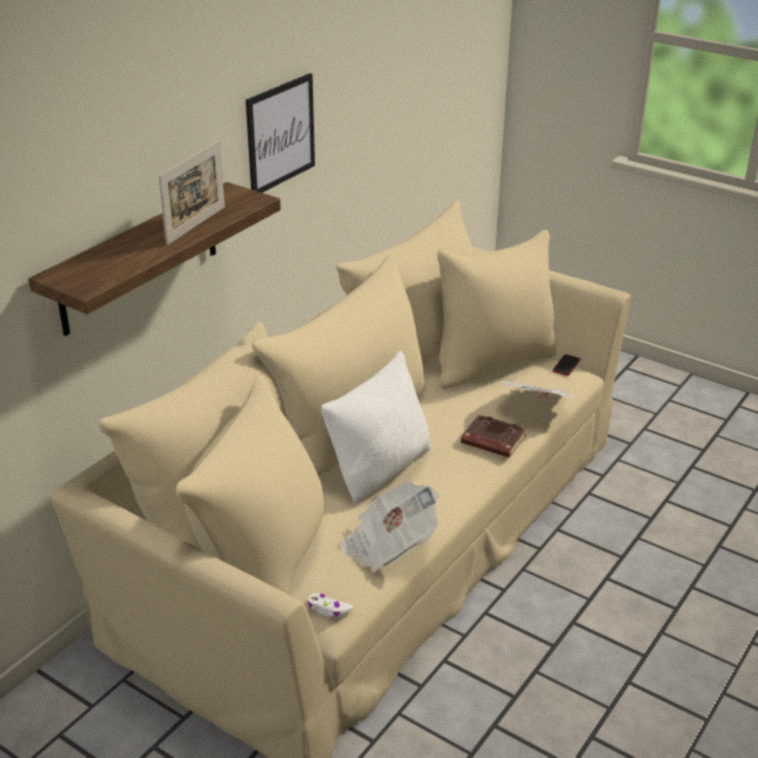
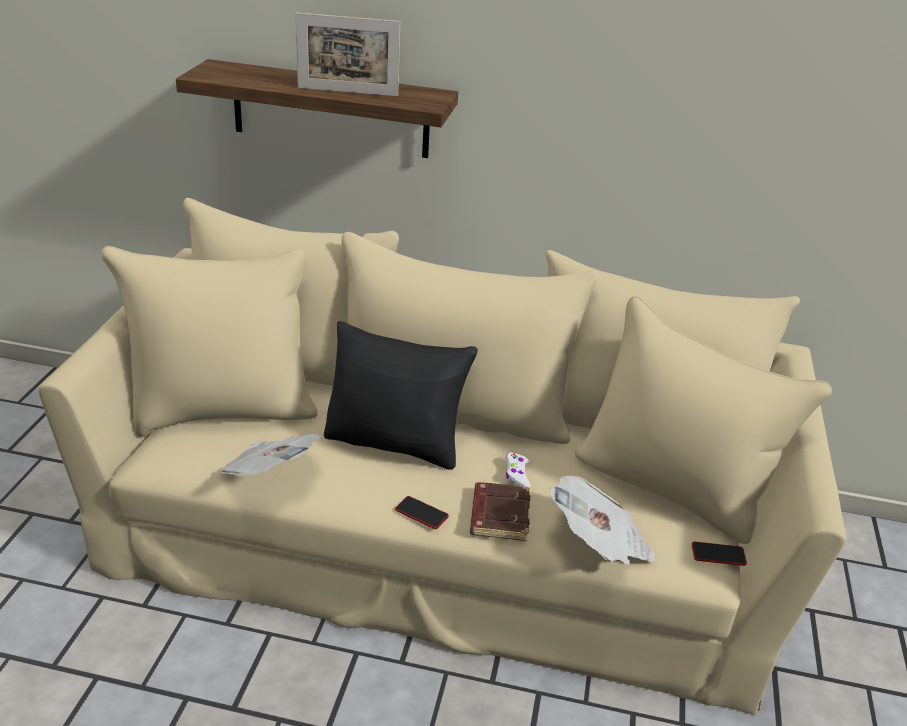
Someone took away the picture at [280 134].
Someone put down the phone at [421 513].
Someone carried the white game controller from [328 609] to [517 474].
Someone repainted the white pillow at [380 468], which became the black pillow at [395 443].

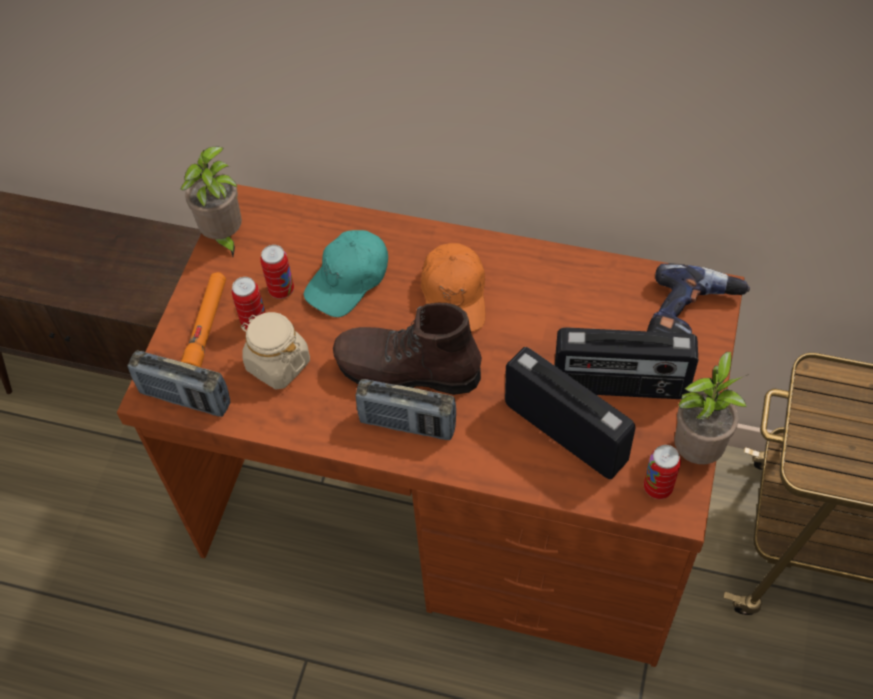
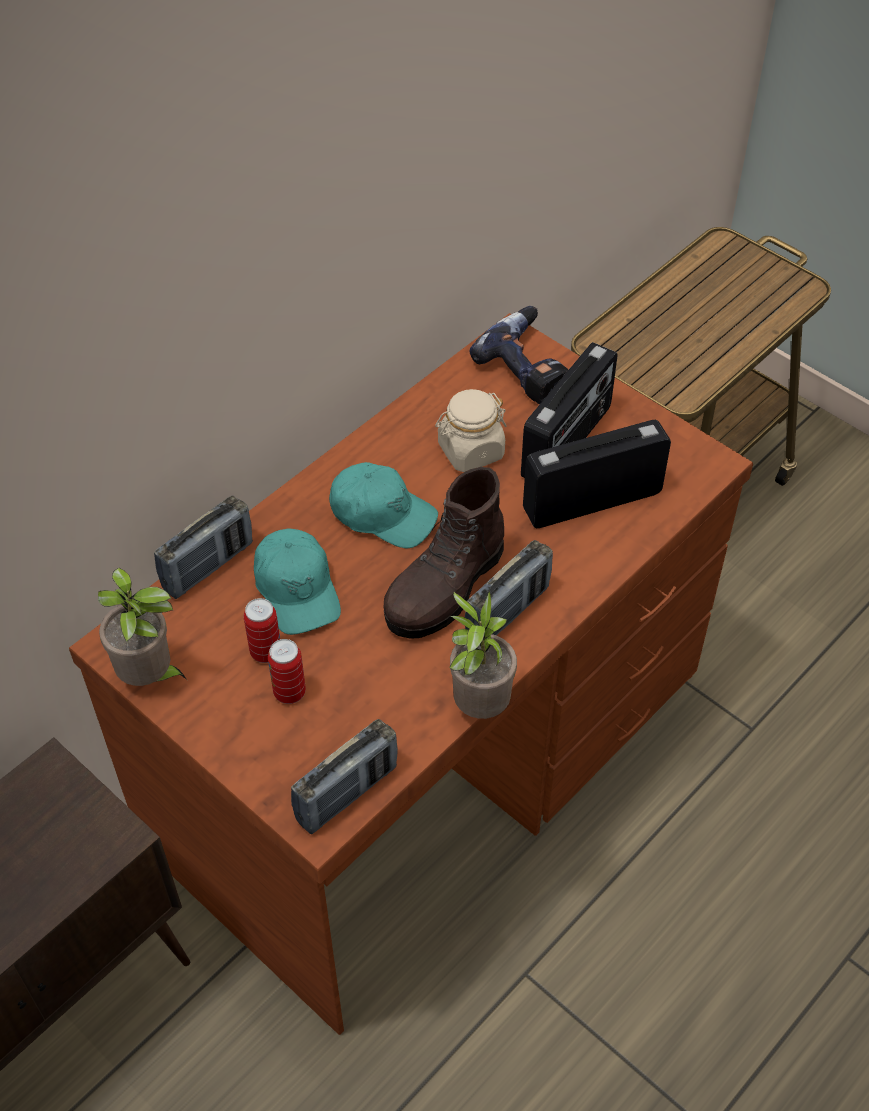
Someone took away the orange flashlight at [206 325].
Someone took away the can at [658 487].
Someone put down the radio at [208 566].
Someone carried the beige jar from [278 364] to [470 451].
Someone carried the potted plant from [698 449] to [478 705].
Someone repainted the orange cap at [454 296], which became the turquoise cap at [382 514].

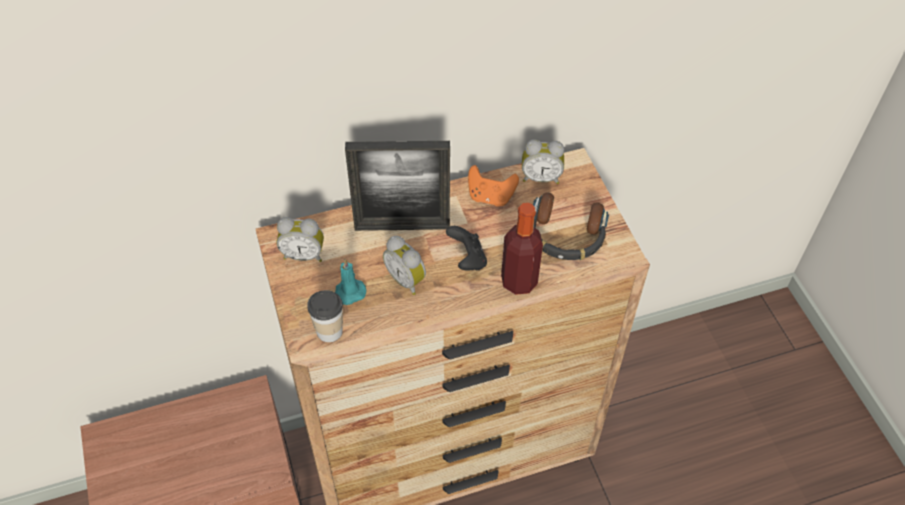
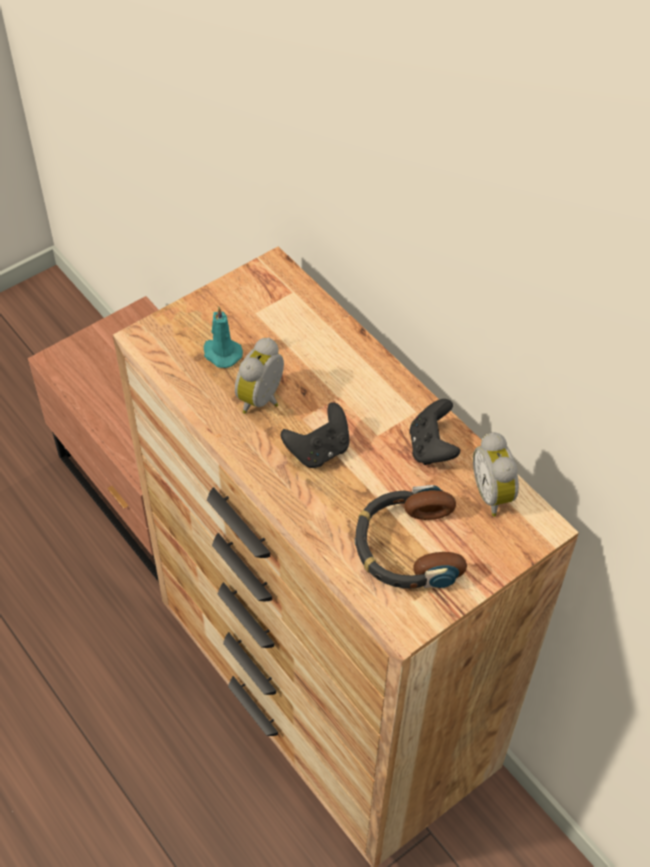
Someone took away the alarm clock at [304 254].
Someone took away the cup at [329 331].
Someone took away the picture frame at [402 226].
Someone took away the bottle at [519 281].
Someone repainted the orange game controller at [490 197], which became the black game controller at [431 447].

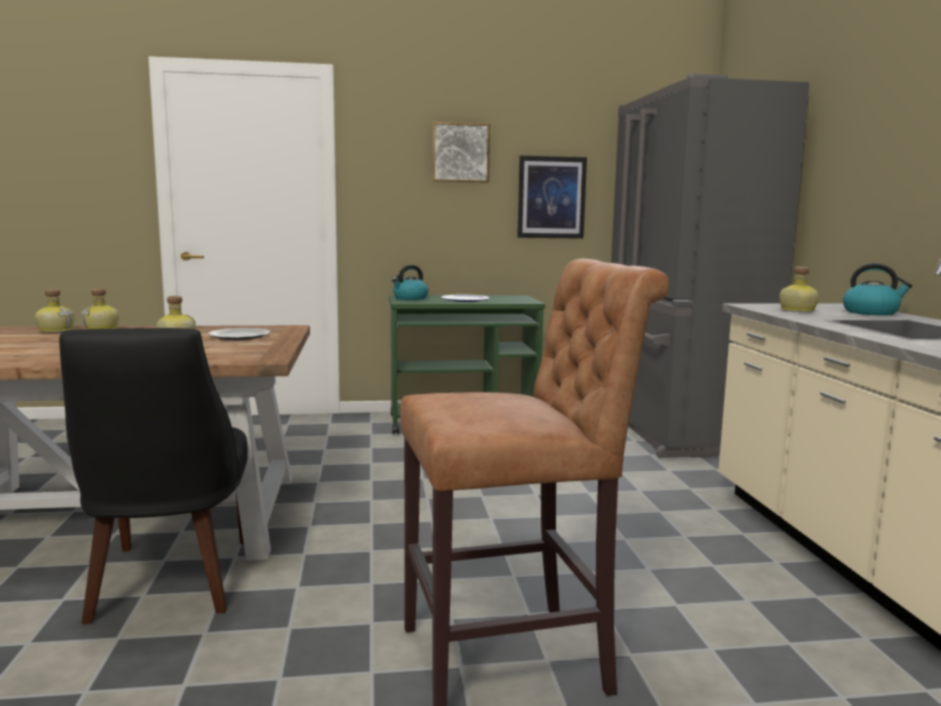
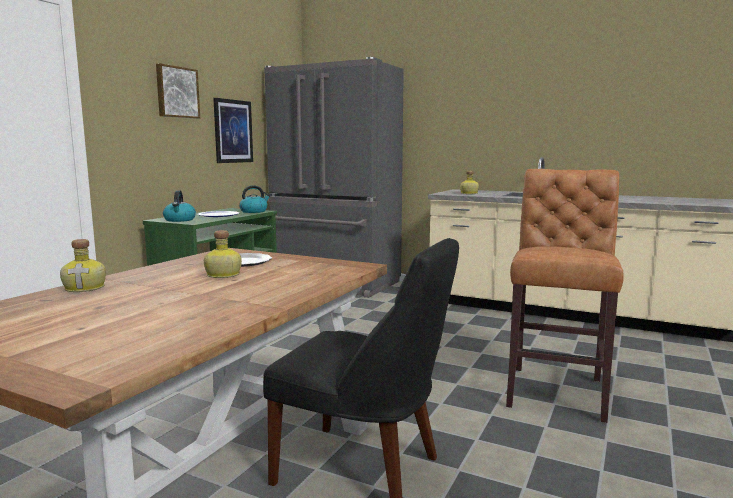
Someone took away the bottle at [56 330].
Someone carried the kettle from [871 312] to [254 211].

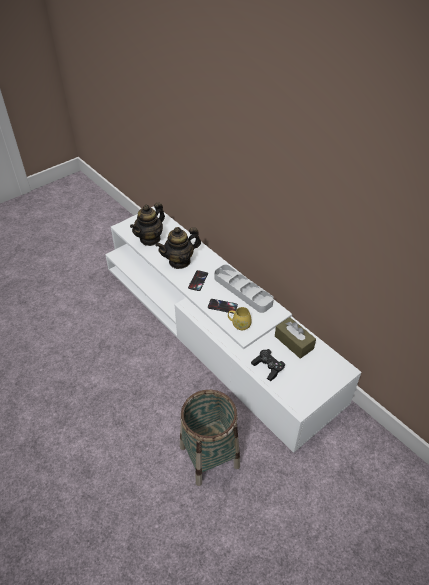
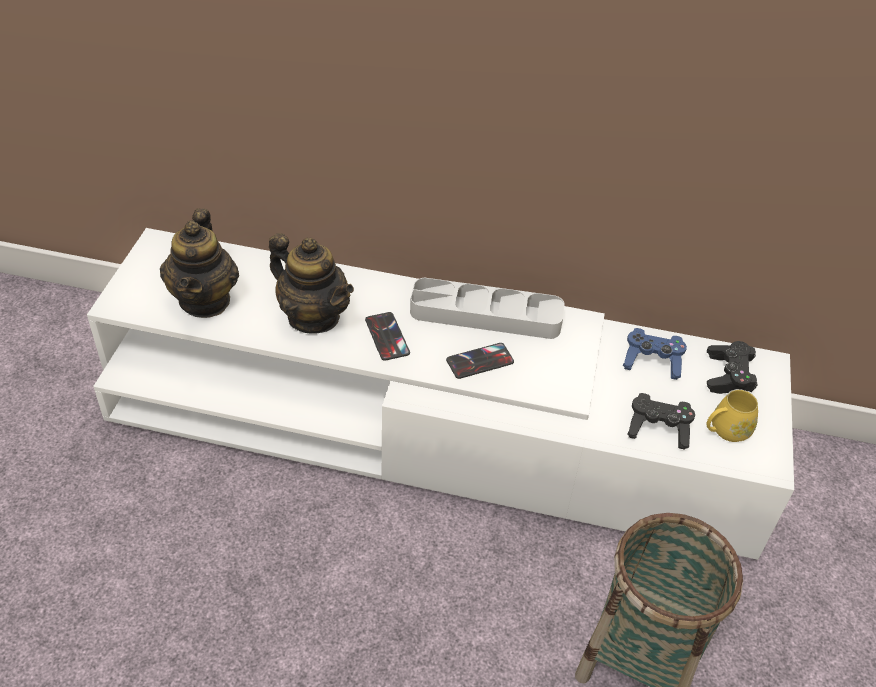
Someone put down the black game controller at [728 376].
Someone carried the yellow mug from [239 324] to [725 431].
Someone swapped the brown tissue box at [294 342] for the blue game controller at [652 361].
Someone rotated the teapot at [179 261] by 75 degrees counterclockwise.

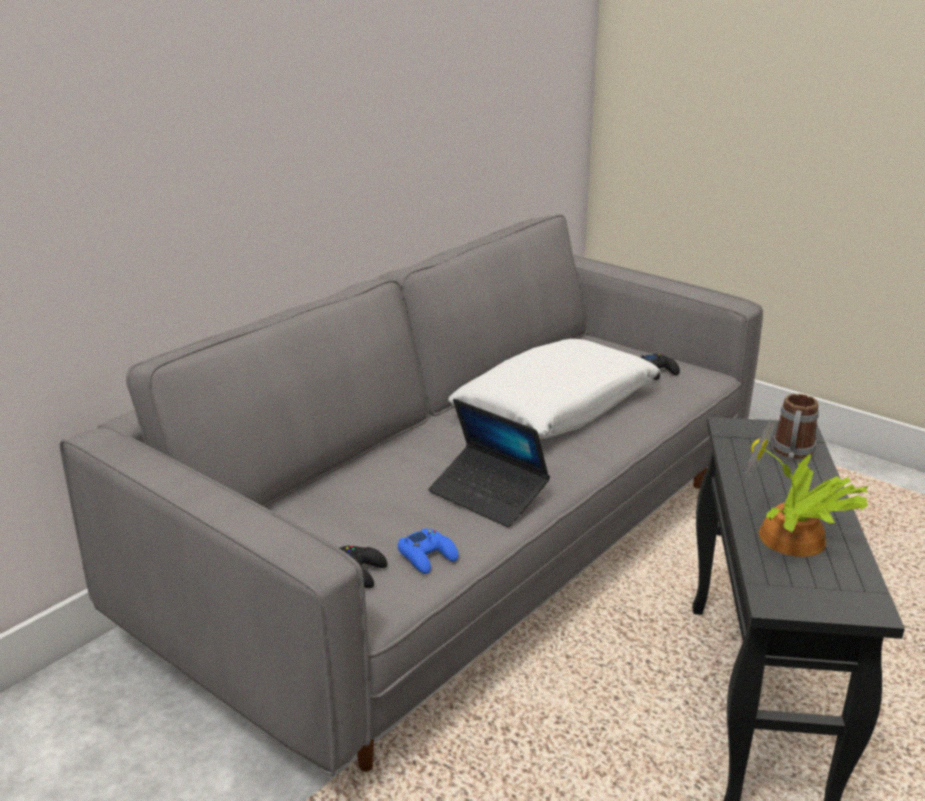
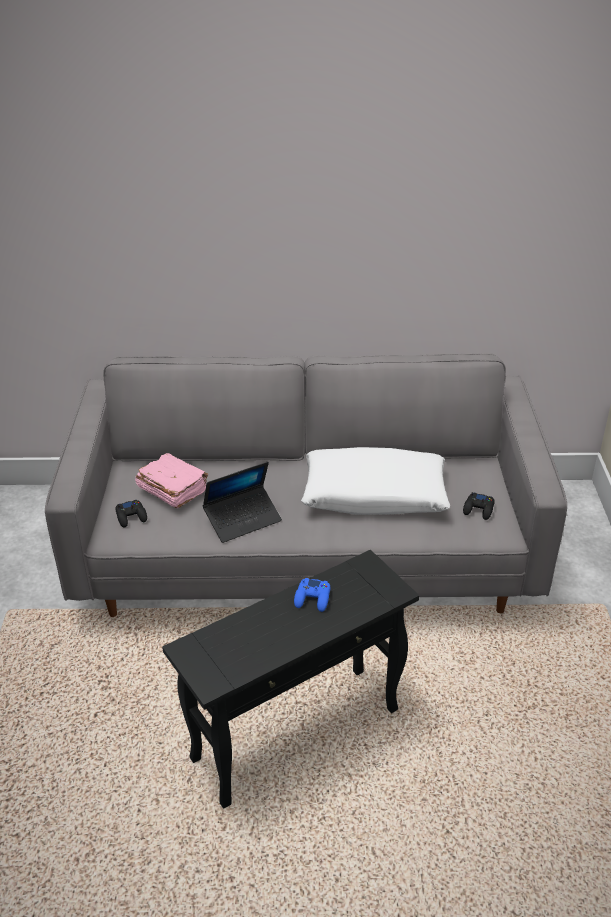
Someone took away the potted plant at [794 540].
Someone took away the mug at [792 453].
Someone put down the pink book at [172 490].
Someone carried the blue game controller from [428 556] to [313 598].
Someone rotated the laptop at [488 495] by 120 degrees counterclockwise.

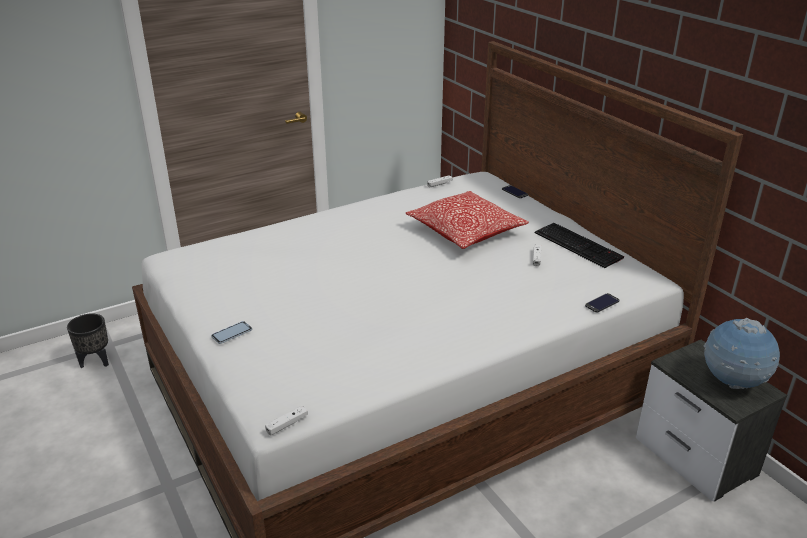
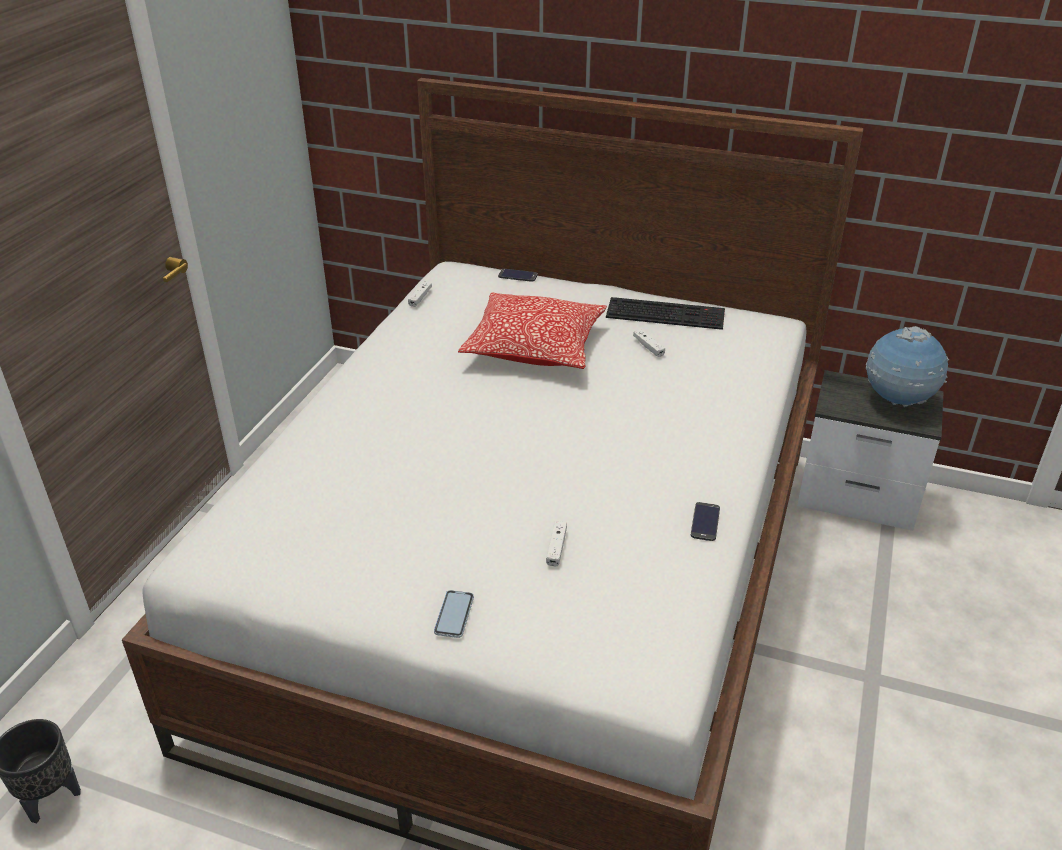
Someone carried the white game controller from [287 424] to [556 548].
Someone carried the phone from [602 303] to [705 522].

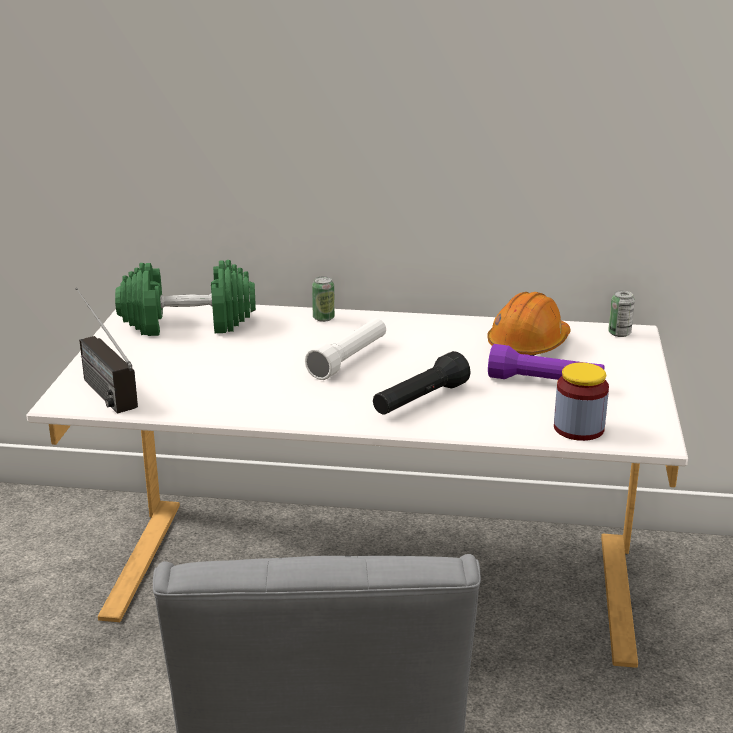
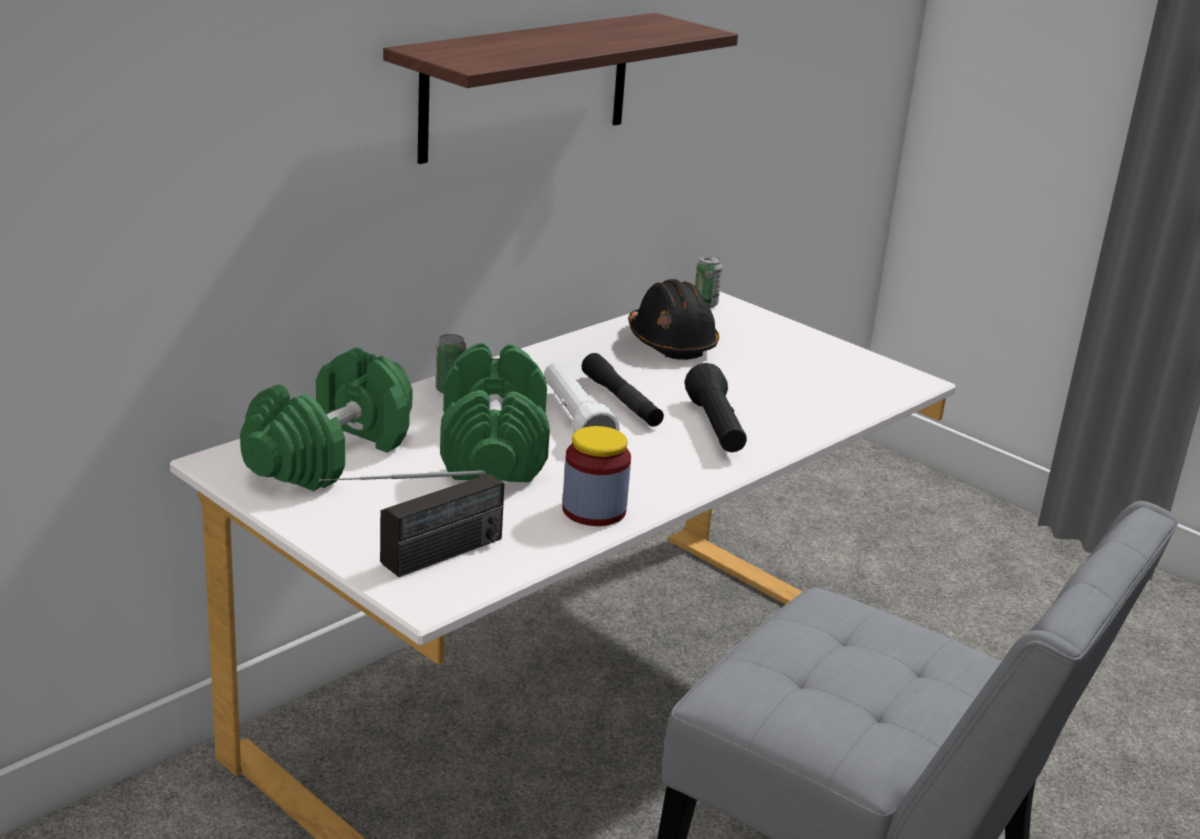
Someone took away the purple flashlight at [545 383].
Someone put up the shelf at [526 86].
Someone put down the green dumbbell at [494 450].
Someone put down the black flashlight at [621 401].
Someone carried the jar from [578 428] to [594 510].
Someone repainted the orange hard hat at [528 345], which became the black hard hat at [671 342].
Someone rotated the radio at [98 385] by 45 degrees counterclockwise.

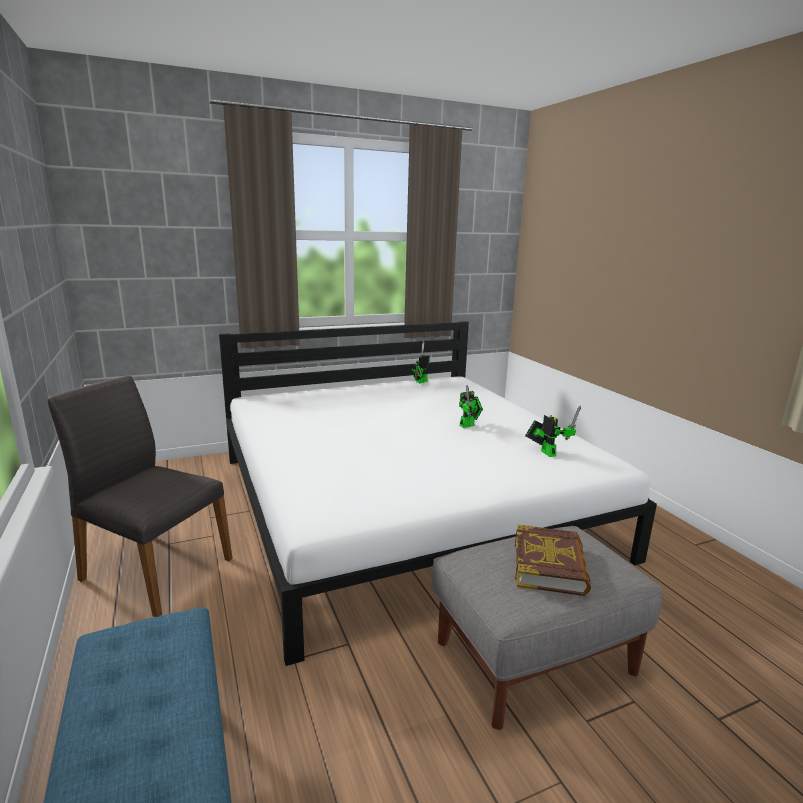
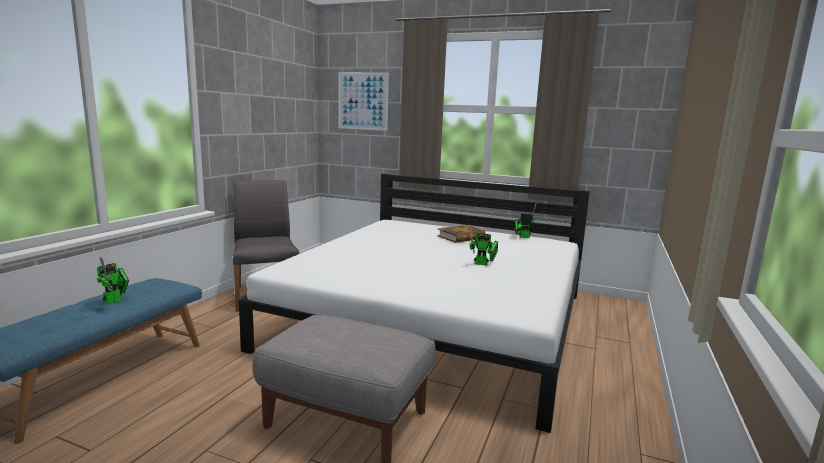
Someone put up the picture at [363 101].
Someone carried the book from [550 565] to [461 237].
Someone carried the toy robot from [546 452] to [115 300].

